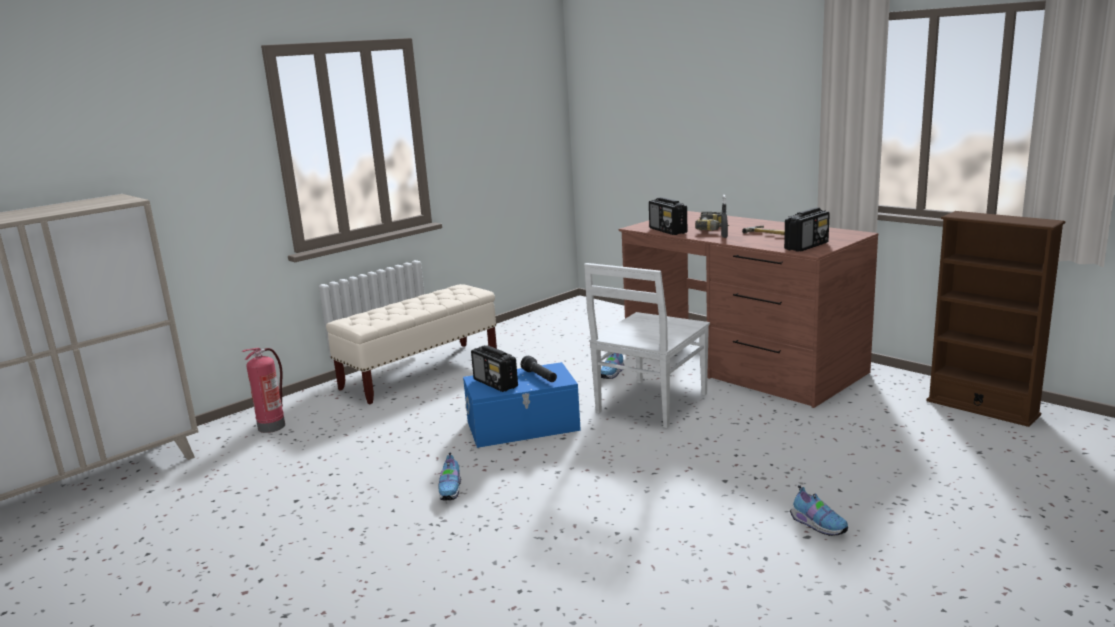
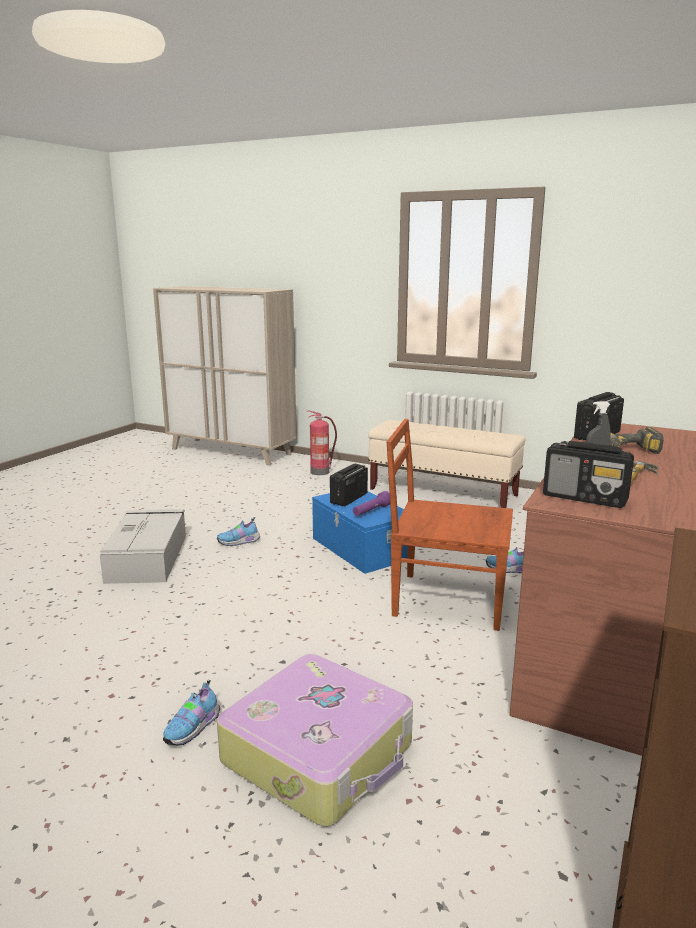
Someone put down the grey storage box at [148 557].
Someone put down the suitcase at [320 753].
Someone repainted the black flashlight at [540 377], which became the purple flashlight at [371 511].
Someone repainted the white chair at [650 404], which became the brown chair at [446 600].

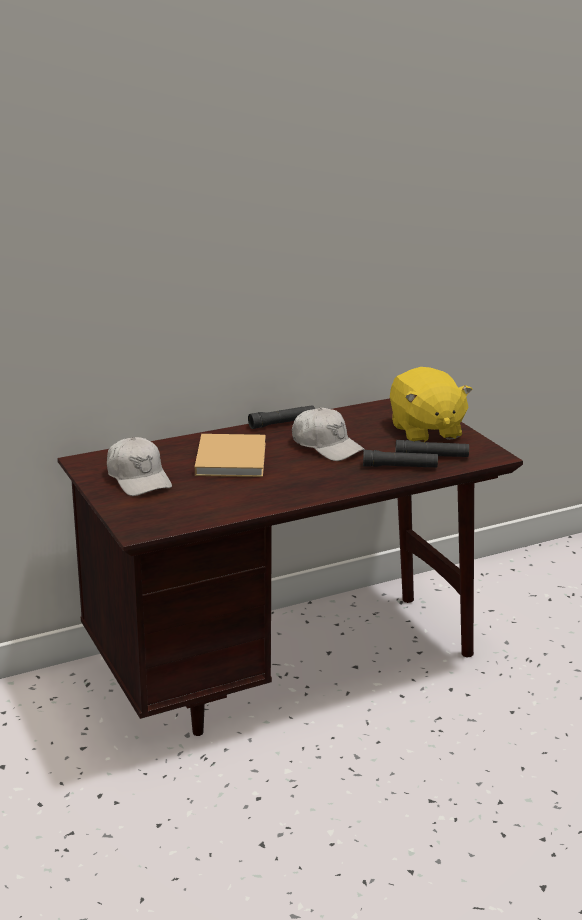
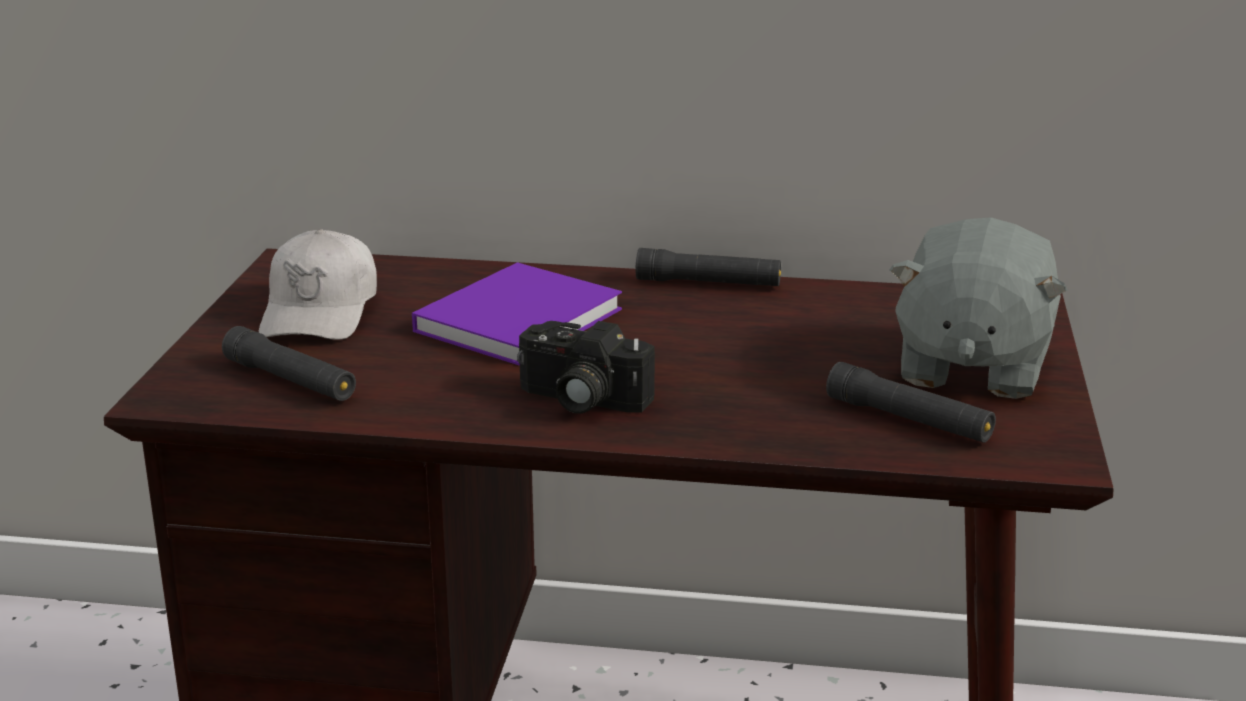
Someone took away the white cap at [326 446].
Someone put down the photo camera at [579 400].
Someone carried the black flashlight from [400 466] to [290 380].
Someone repainted the beige book at [231 458], which became the purple book at [522 318].
Someone repainted the yellow plush toy at [425 431], which became the grey plush toy at [970 367].

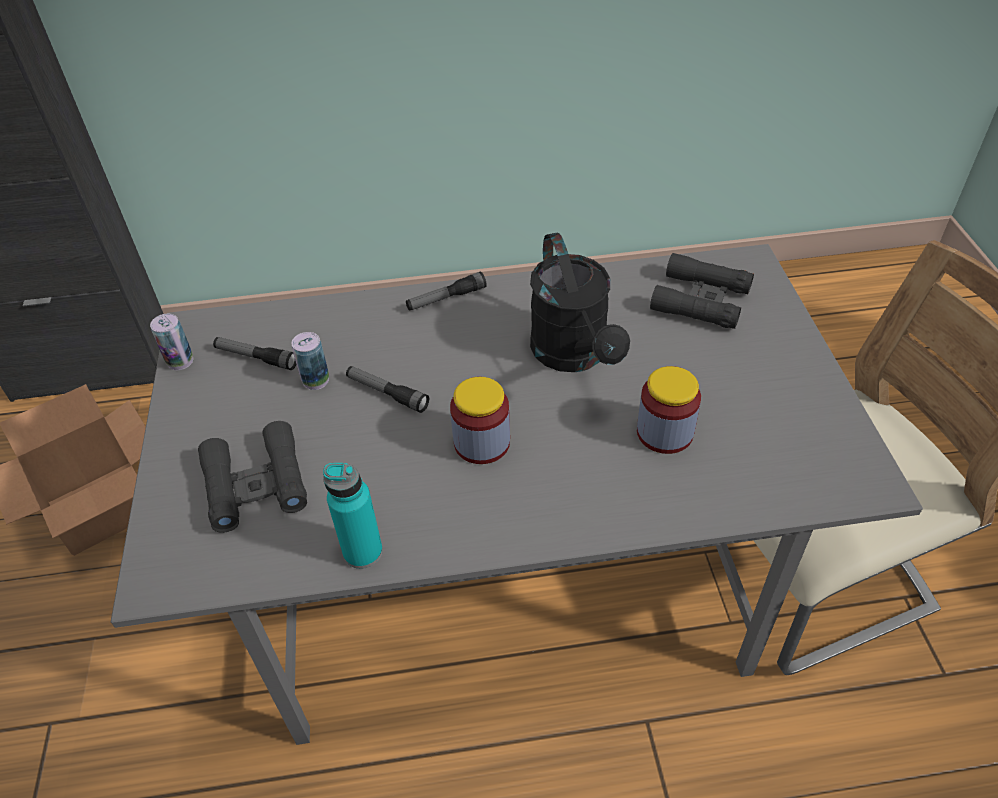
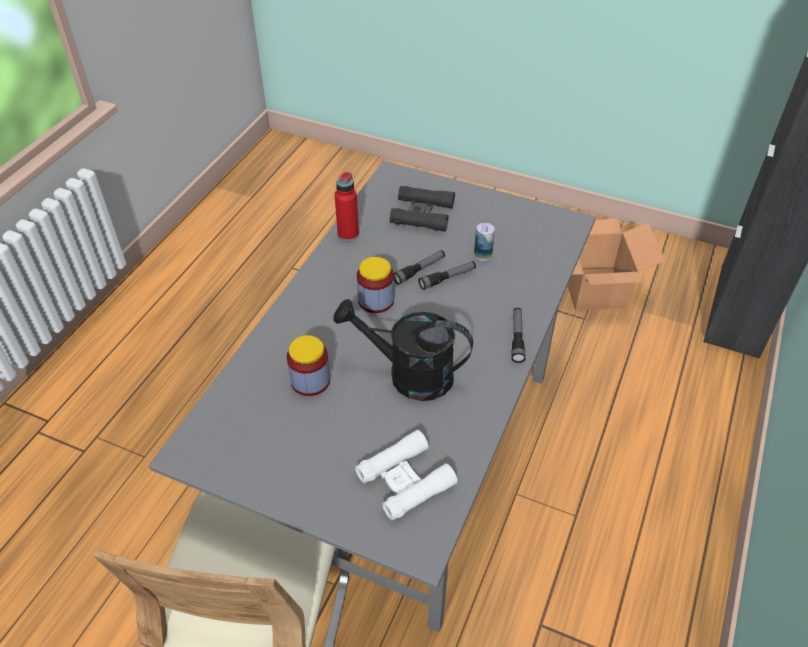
Someone took away the can at [180 361].
Someone carried the flashlight from [256 358] to [419 270].
Someone repainted the turquoise bottle at [363 552], which became the red bottle at [348 234].
Someone repainted the black binoculars at [700 300], which became the white binoculars at [405 480].

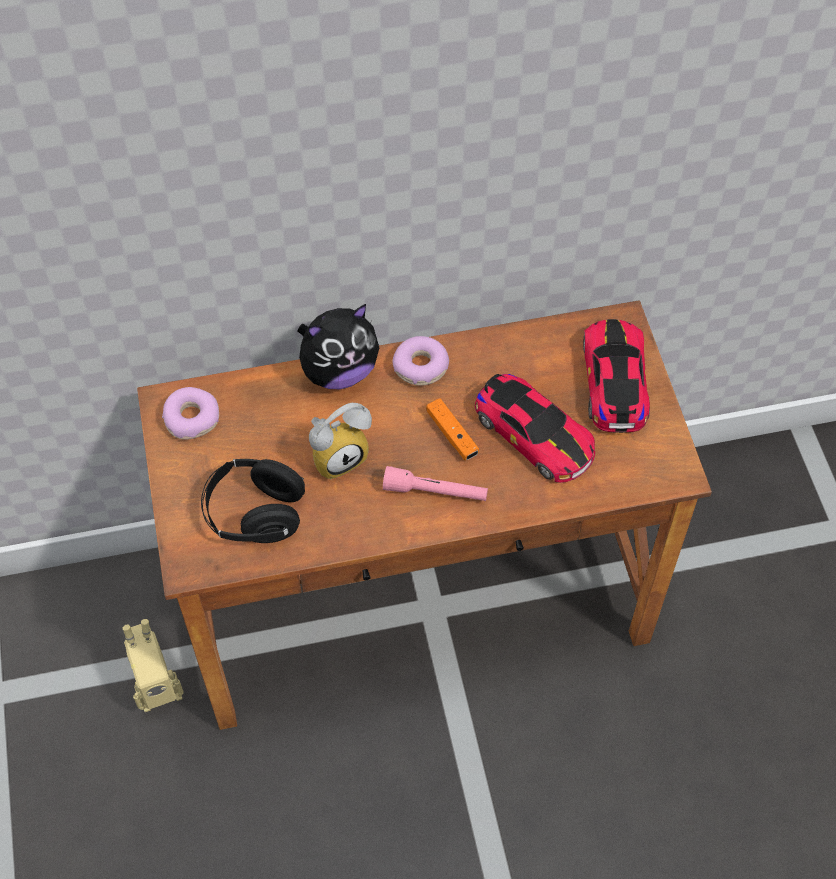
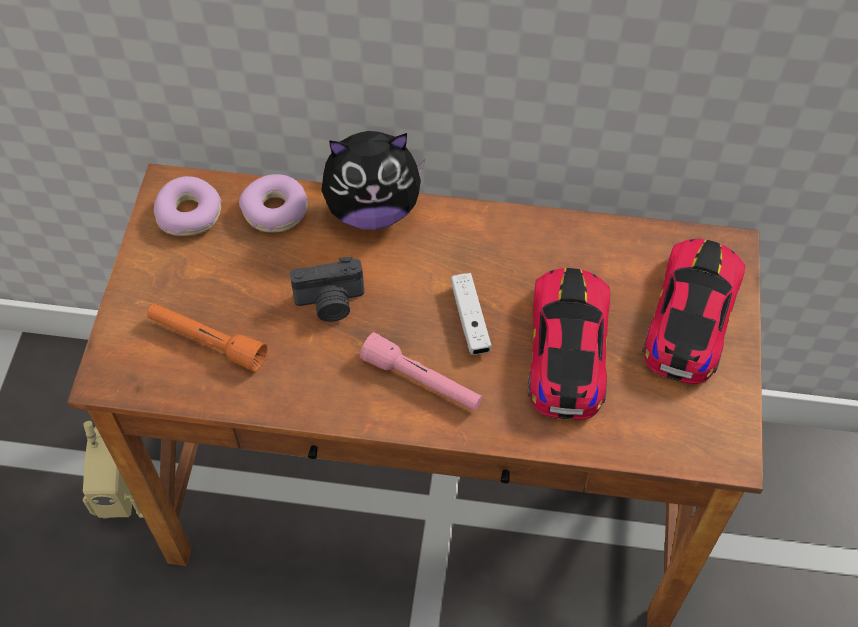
Someone carried the donut from [421 367] to [275 211].
Someone swapped the black headphones at [255 514] for the orange flashlight at [207 341].
Someone swapped the alarm clock at [338 455] for the photo camera at [330 303].
Someone repainted the orange game controller at [452 434], which became the white game controller at [470 320].
Someone rotated the toy car at [533 434] by 150 degrees counterclockwise.

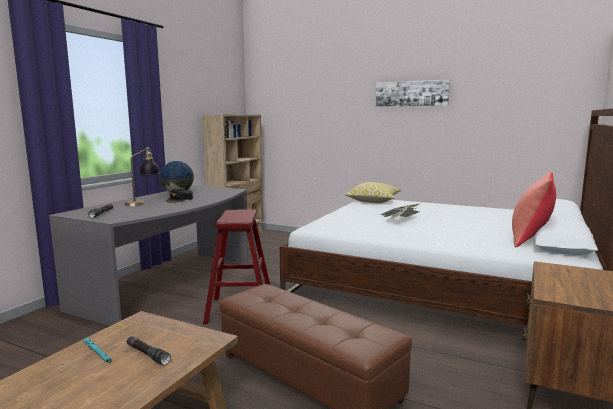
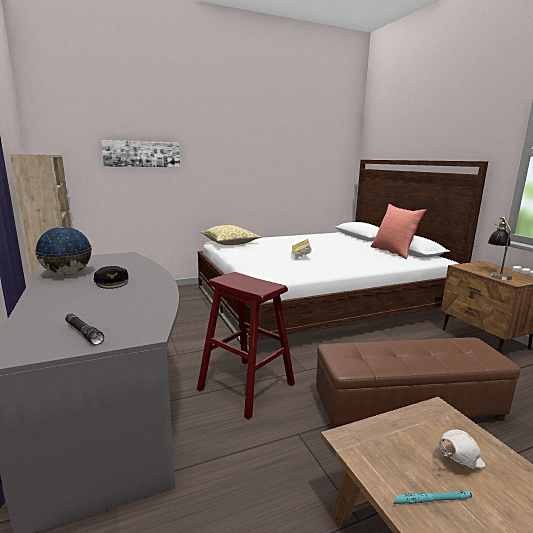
Someone carried the table lamp from [143 203] to [496 274].
Someone carried the picture from [411 93] to [142 154].
Someone swapped the black flashlight at [147 354] for the white cap at [457 461].

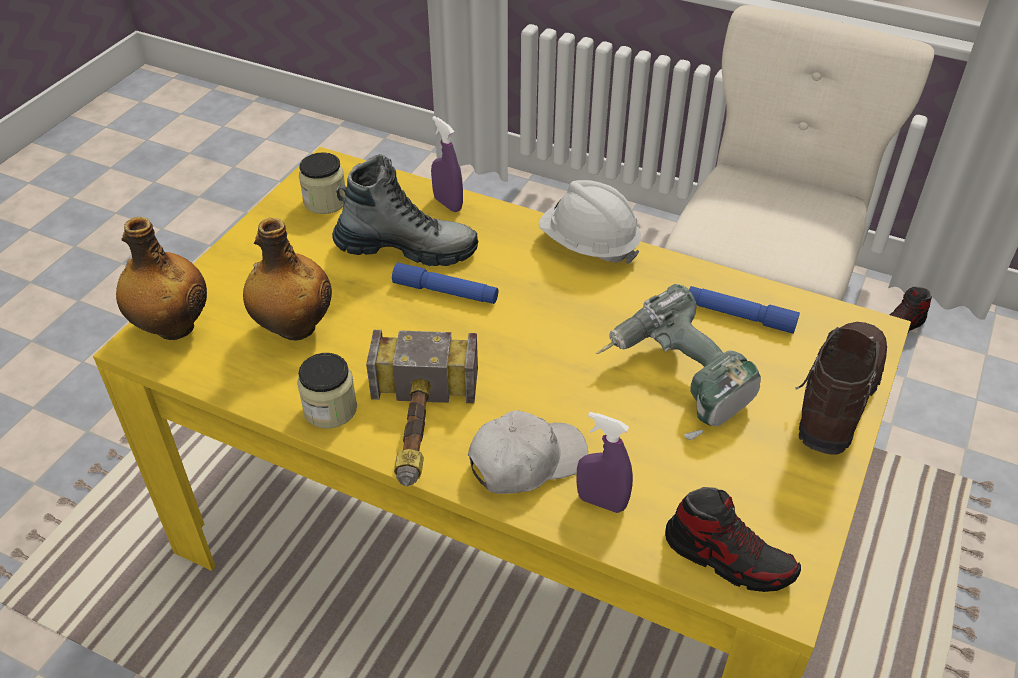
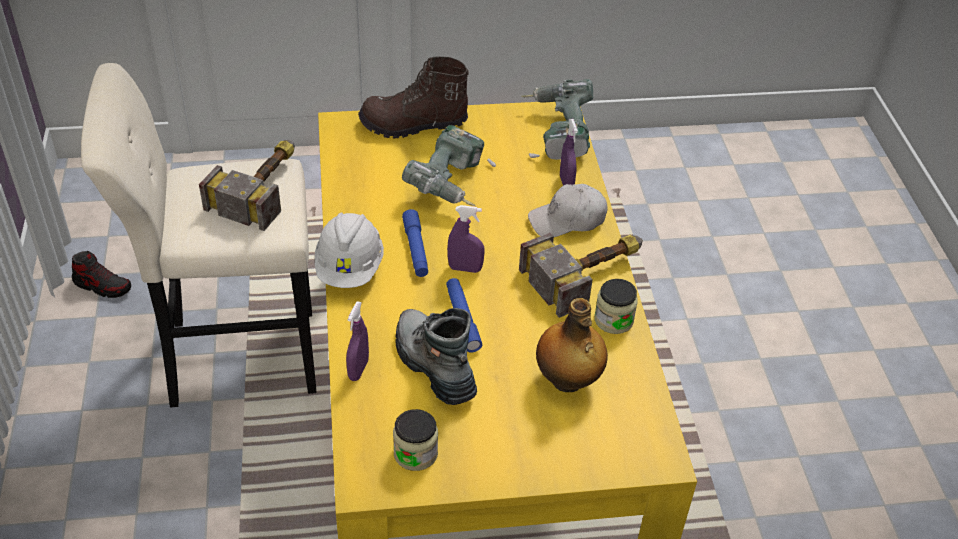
Someone took away the bottle at [173 327].
Someone put down the hammer at [264 186].
Someone put down the purple spray bottle at [465 268].
Someone carried the blue flashlight from [740 316] to [416 249].
Someone swapped the shoe at [728 558] for the power drill at [556 133].
Someone rotated the white cap at [526 461] by 45 degrees counterclockwise.

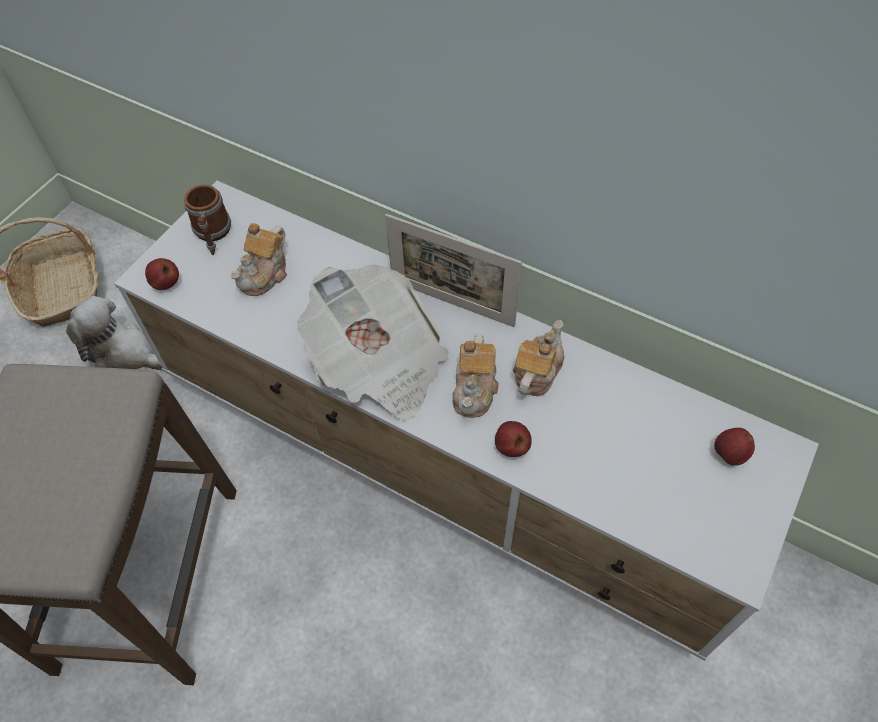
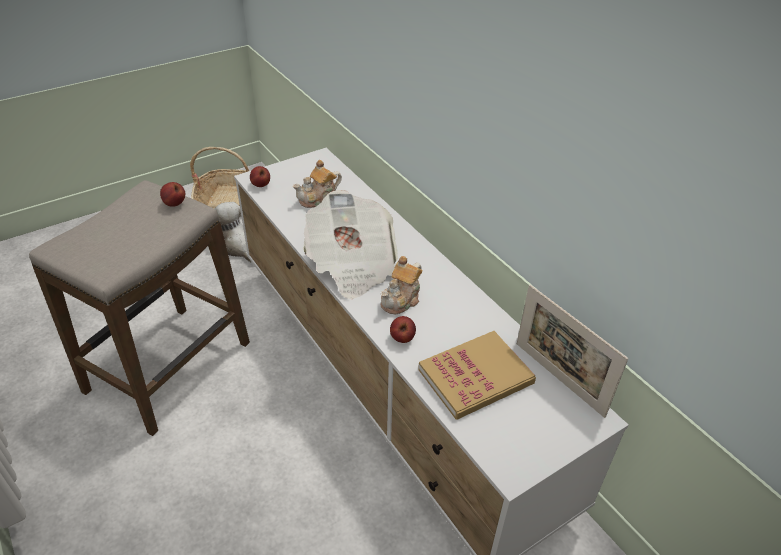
Someone took away the mug at [213 235].
Someone took away the teapot at [536 372].
Someone put down the book at [475 377].
Someone carried the picture frame from [452 303] to [558 378].
Someone carried the apple from [729 455] to [174 204].

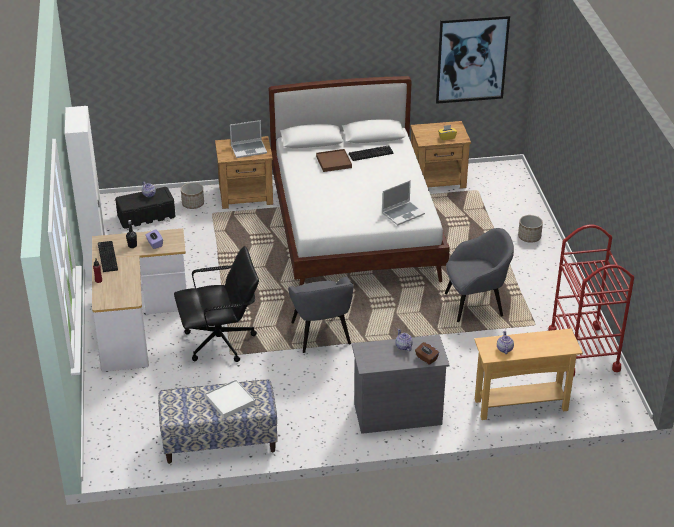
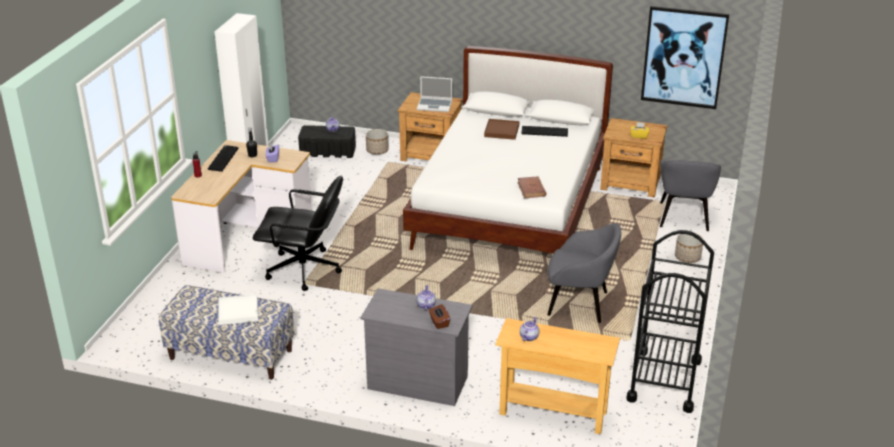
Someone carried the grey armchair from [321 334] to [684 217].
Someone swapped the laptop at [403 213] for the brown book at [531 189].
Someone repainted the red cart at [583 350], which became the black cart at [664 380].

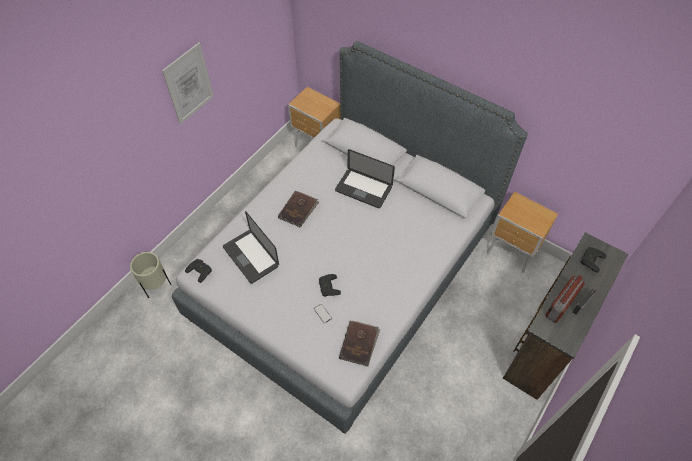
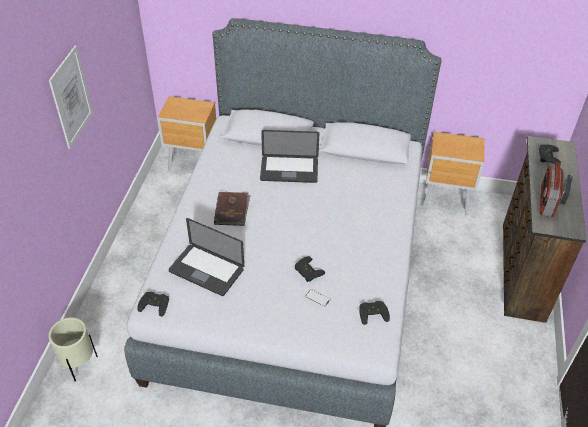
Someone swapped the brown book at [359 344] for the black game controller at [373 312].

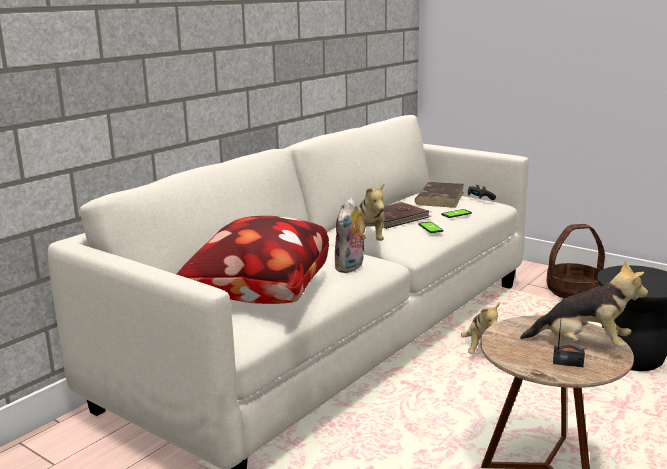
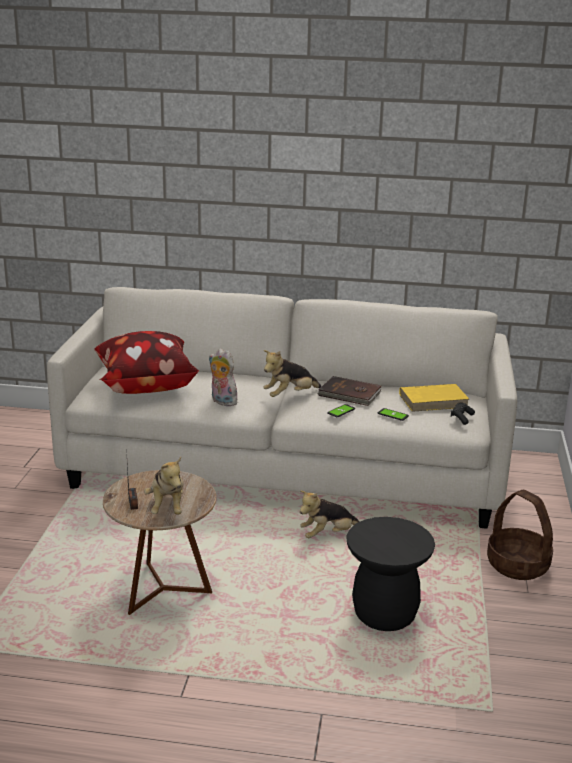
Someone repainted the brown book at [440 198], which became the yellow book at [433 400].
Someone rotated the plush toy at [350 268] by 45 degrees clockwise.

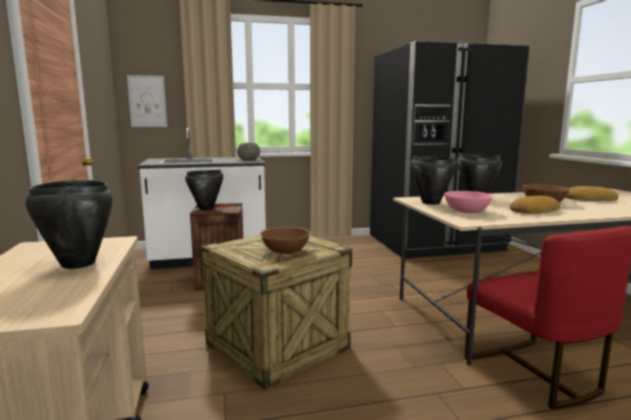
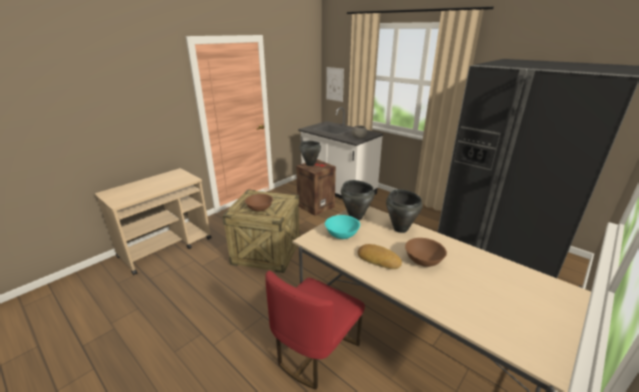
Someone took away the black cooking pot at [77 264].
Someone took away the bread at [588 199].
Someone repainted the pink bowl at [466 211], which became the turquoise bowl at [341 234].

